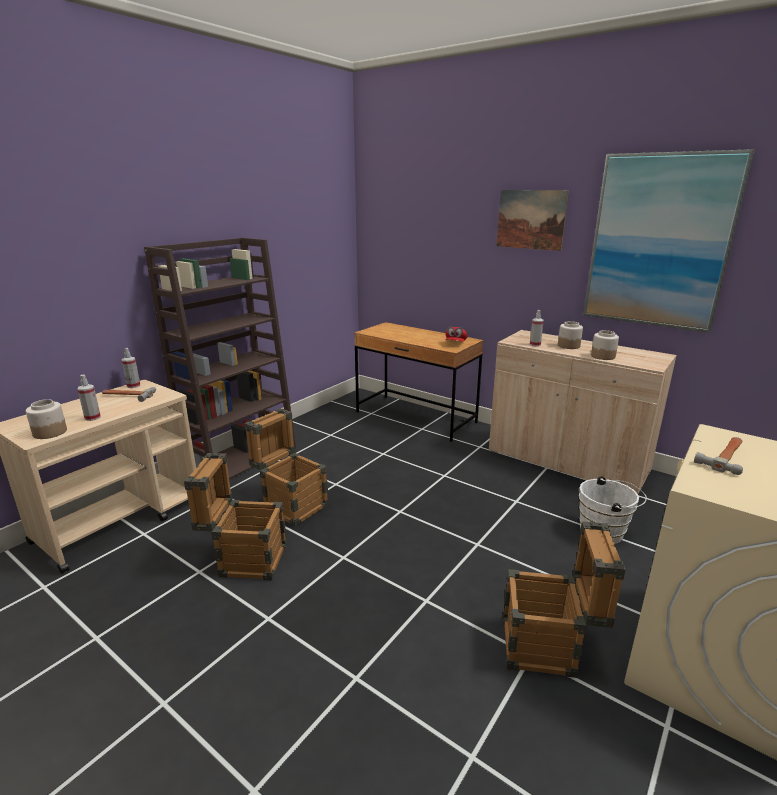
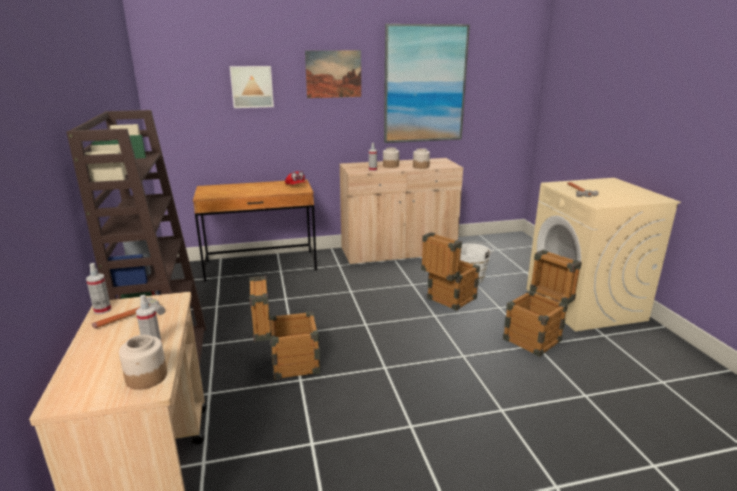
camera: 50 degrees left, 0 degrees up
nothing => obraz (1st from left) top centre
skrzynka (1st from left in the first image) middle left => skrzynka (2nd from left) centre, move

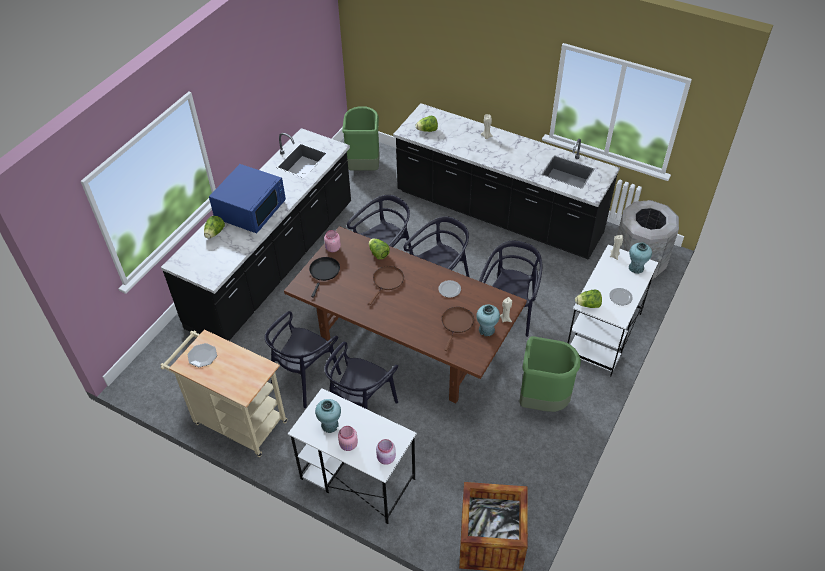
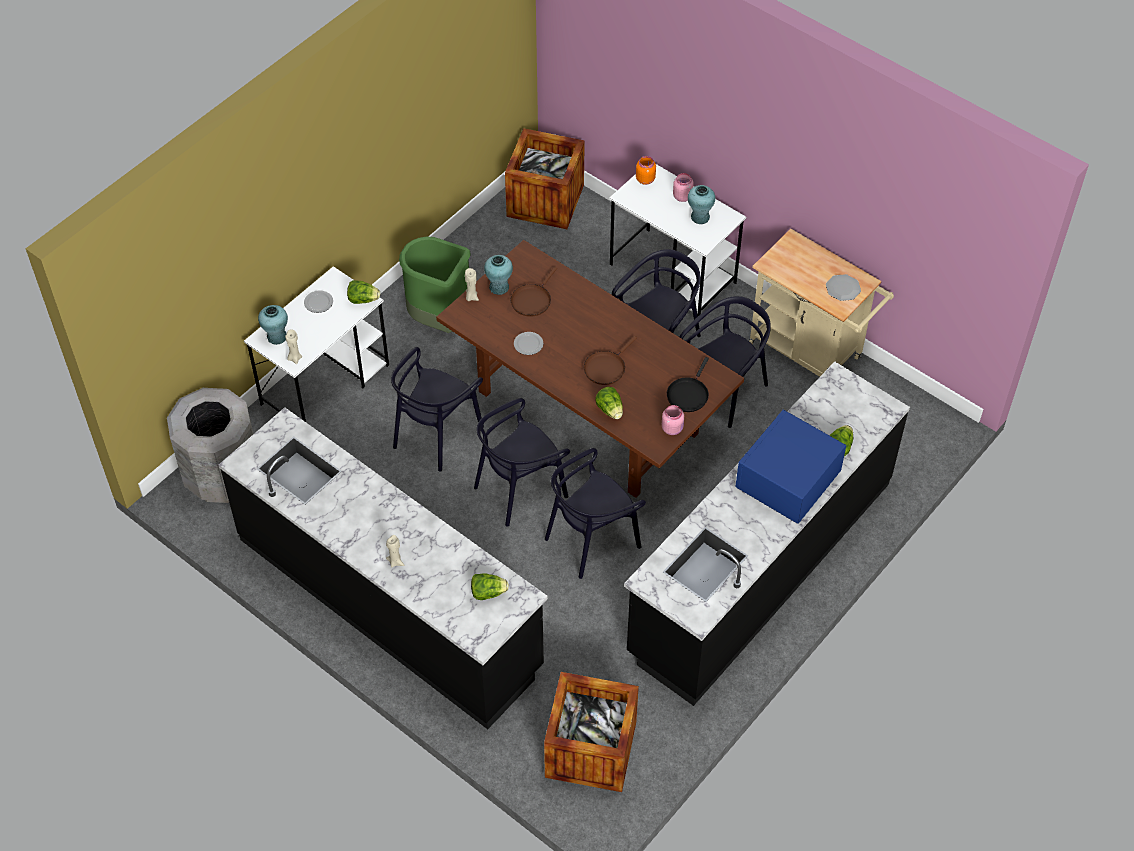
camera: 170 degrees left, 5 degrees up
kosz na śmieci (zielony) (1st from left) top centre => skrzynka (2nd from left) bottom centre
słoik (różowy) (3rd from left) bottom centre => słoik (pomarańczowy) top centre

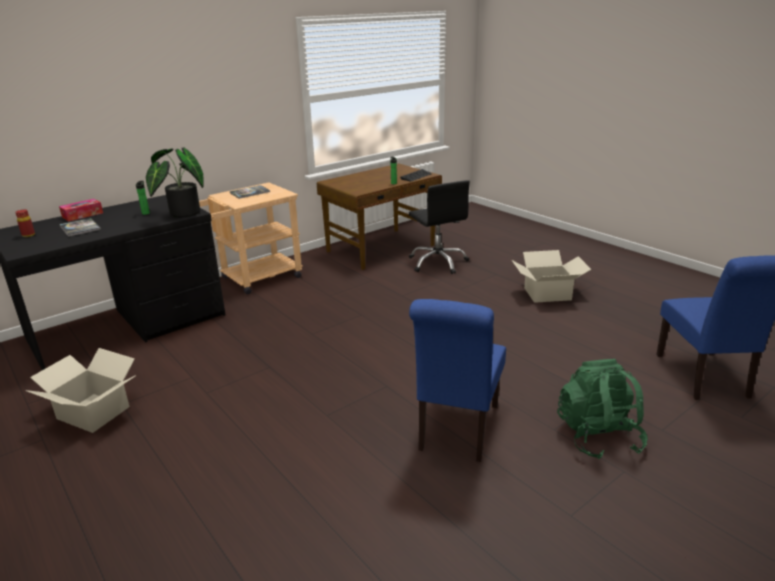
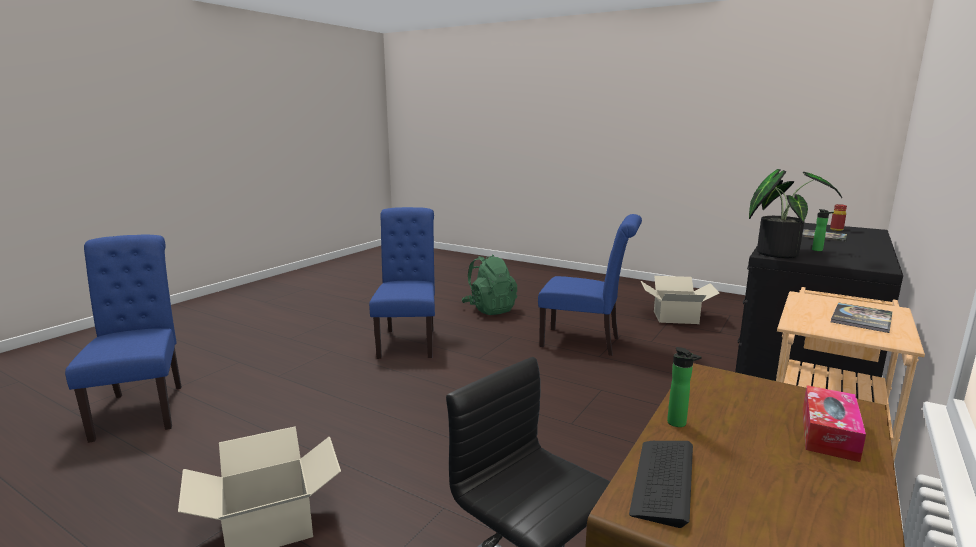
camera: 160 degrees right, 10 degrees down
plecak (zielony) bottom right => plecak (zielony) centre, move
nothing => krzesło (niebieski) (3rd from left) centre
pudełko chusteczek middle left => pudełko chusteczek bottom right, move

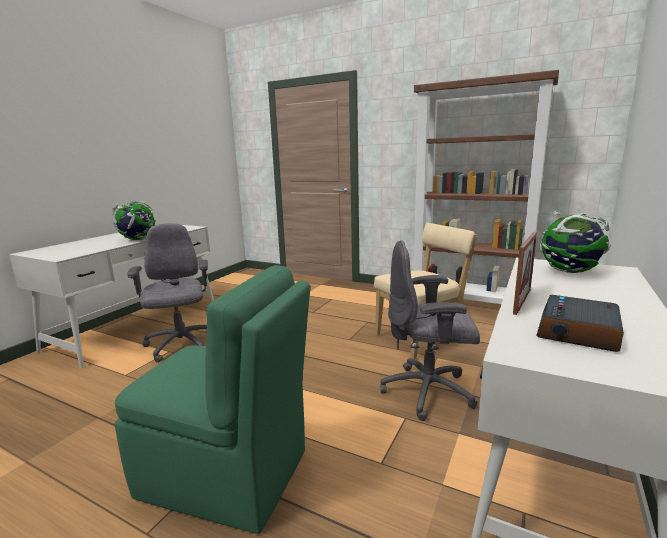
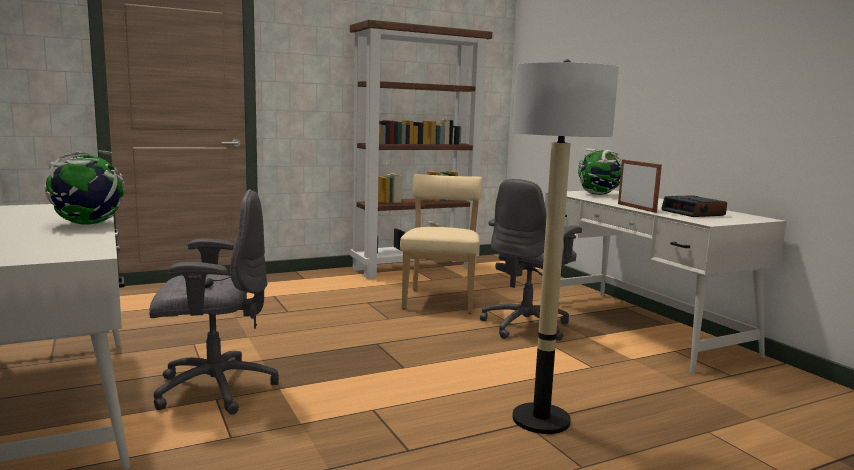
camera: 55 degrees left, 5 degrees down
krzesło biurowe (szary) (1st from left) middle left, 150 degrees clockwise
krzesło (zielony) bottom left => lampa stojąca centre

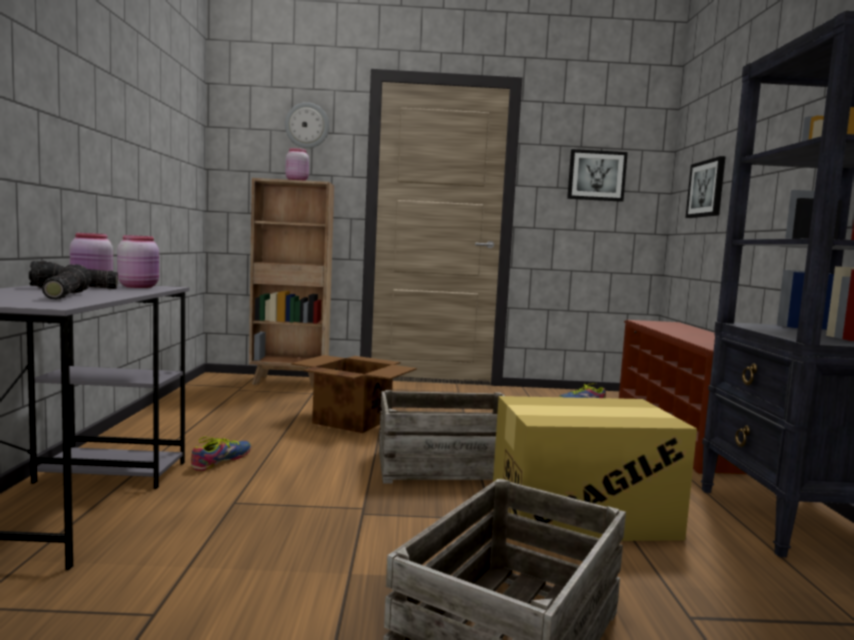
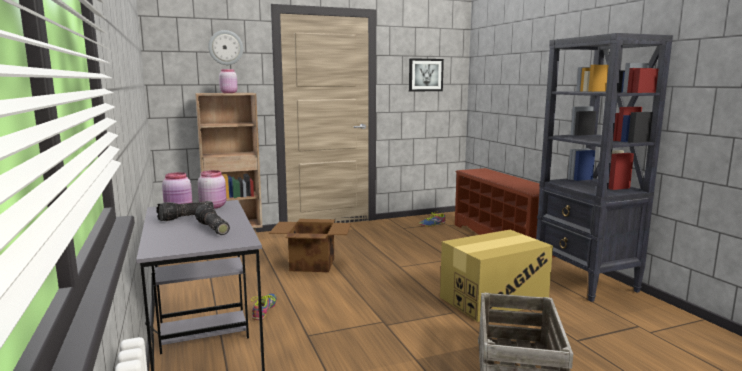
camera: 20 degrees left, 5 degrees up
skrzynka (1st from left) bottom centre => nothing
obraz (2nd from left) top right => nothing

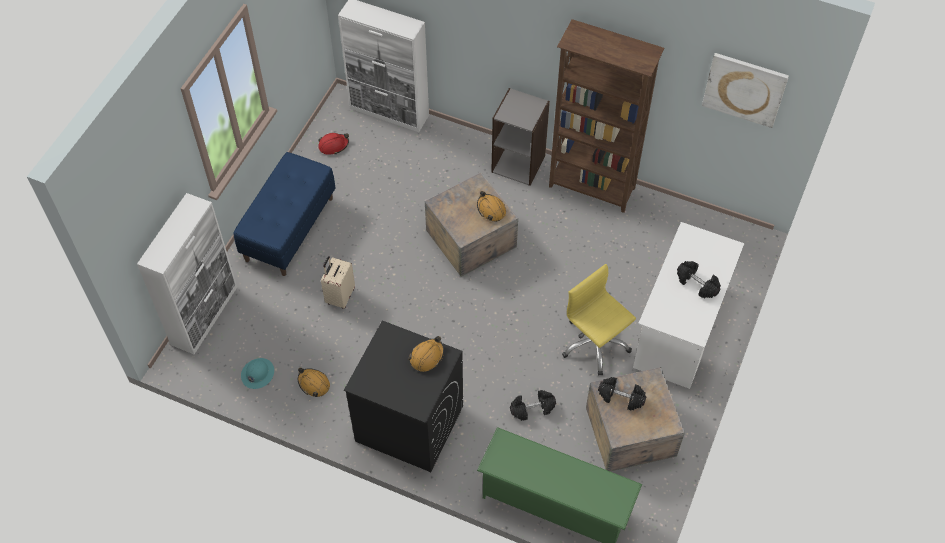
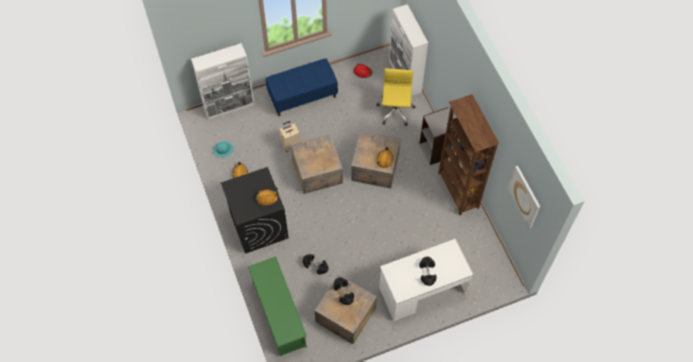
camera: 45 degrees right, 5 degrees up
nothing => skrzynka (1st from left) centre
krzesło biurowe (żółty) centre => krzesło biurowe (żółty) top centre, move

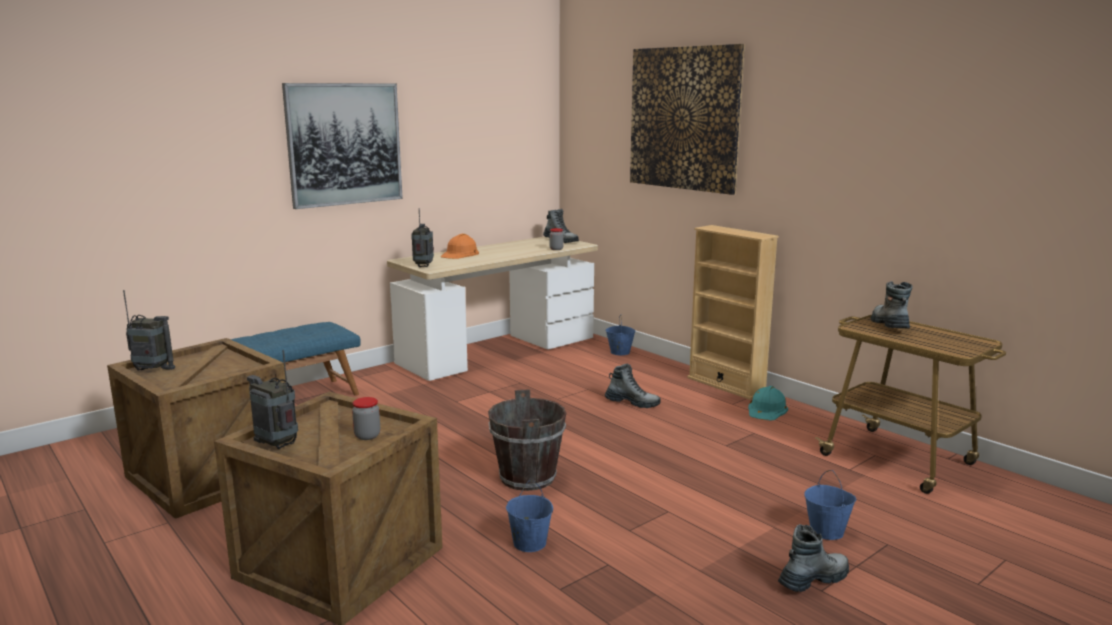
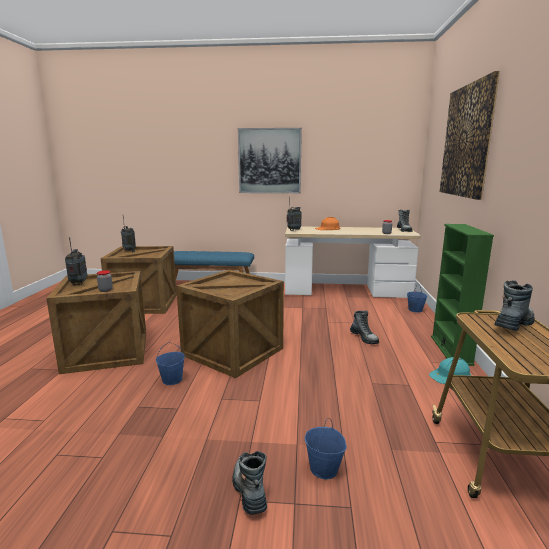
camera: 45 degrees right, 0 degrees up
wiadro (brązowy) bottom centre => skrzynka (3rd from left) centre
but z cholewką (3rd from left in the first image) bottom right => but z cholewką (1st from left) bottom centre, 120 degrees counterclockwise
regał (beżowy) centre => regał (zielony) middle right

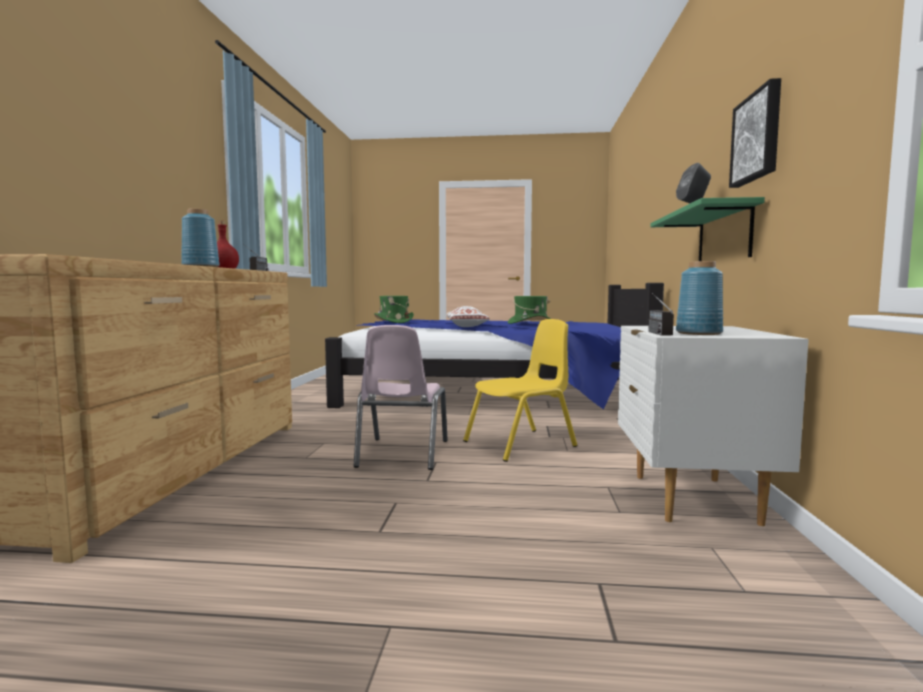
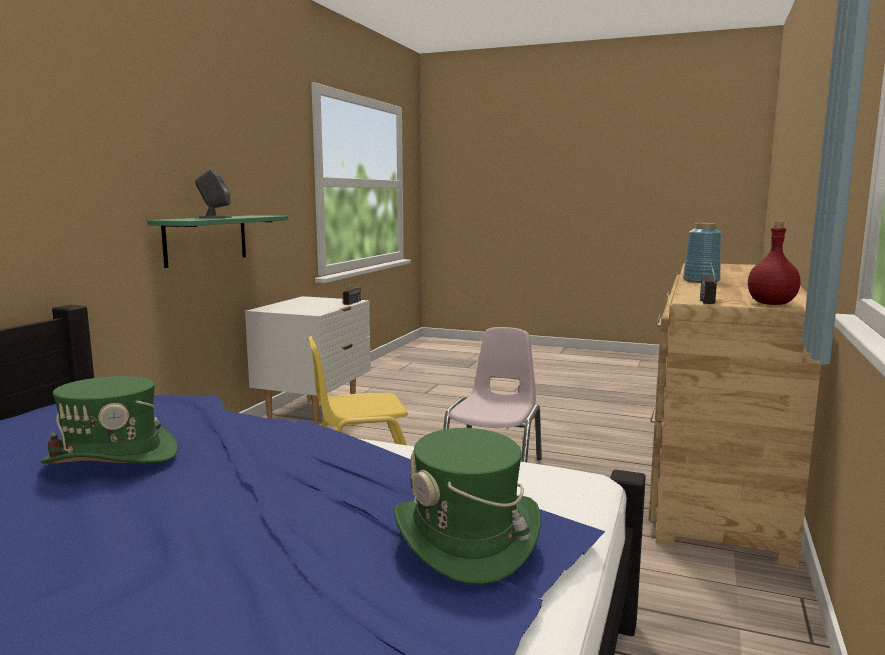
camera: 165 degrees left, 5 degrees up
poduszka (biały) centre => nothing
wazon (niebieski) (2nd from left) middle right => nothing
obraz top right => nothing

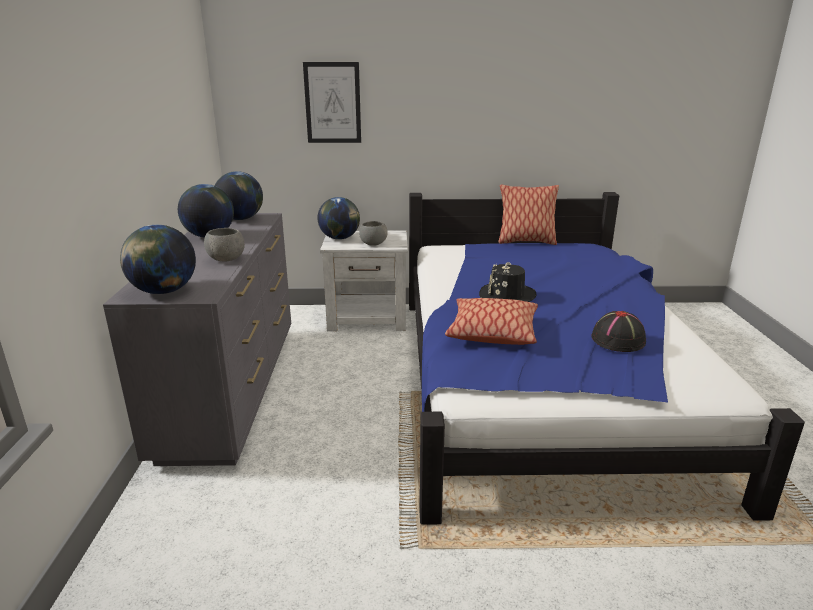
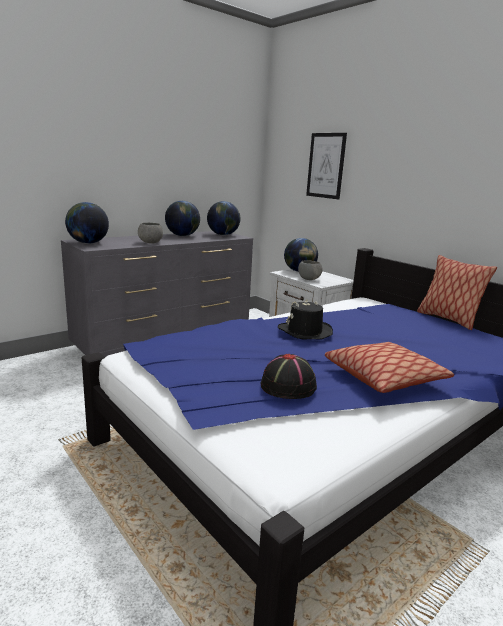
camera: 50 degrees right, 5 degrees down
poduszka (1st from left) centre => poduszka (1st from left) middle right, move

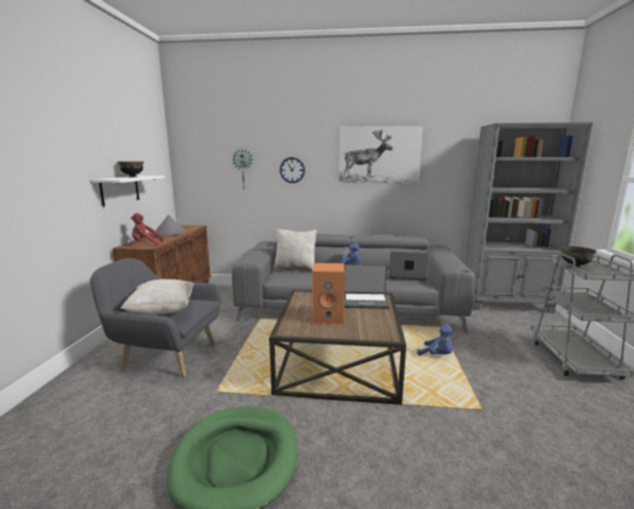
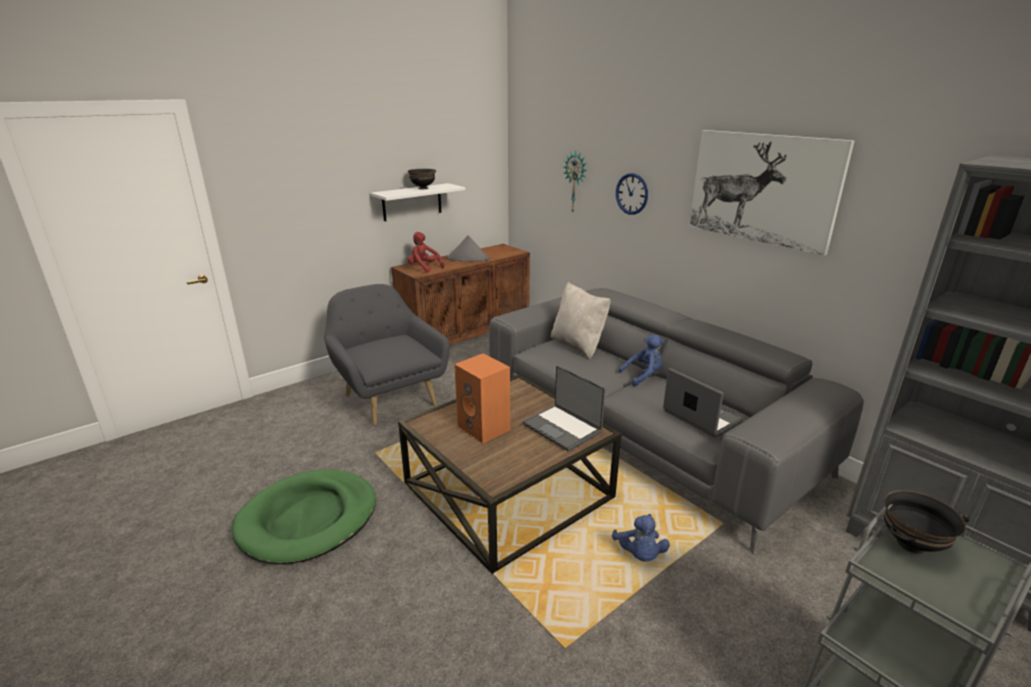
camera: 45 degrees right, 10 degrees up
poduszka (beżowy) (1st from left) middle left => nothing

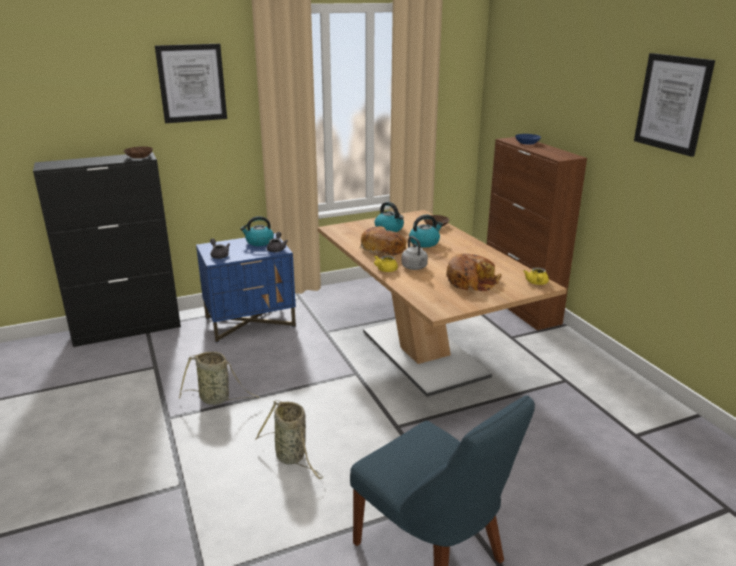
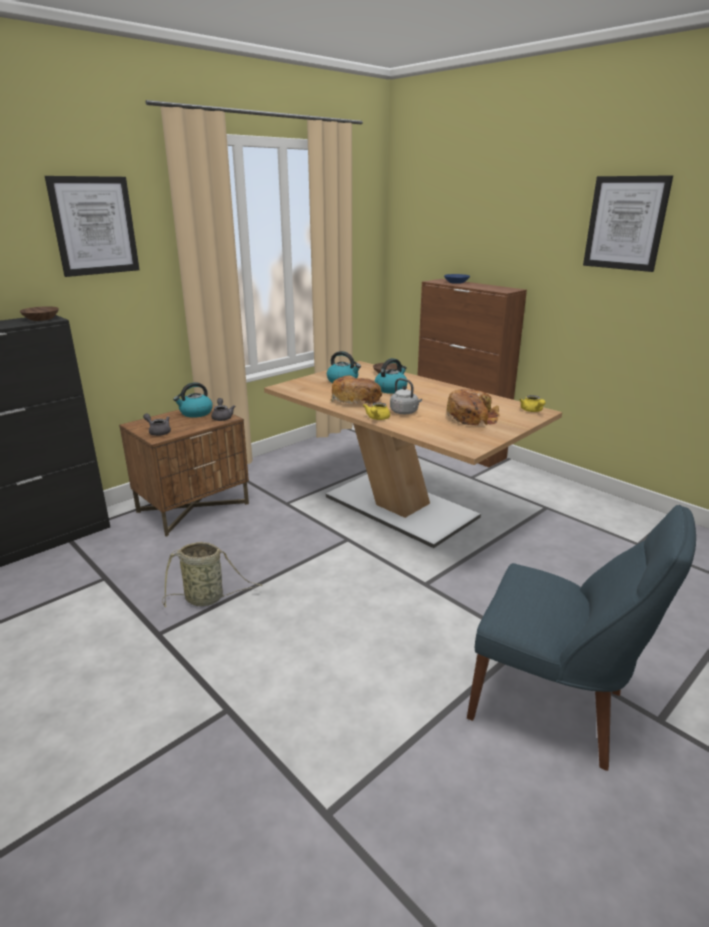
camera: 20 degrees left, 0 degrees up
szafka nocna (niebieski) centre => szafka nocna (brązowy) middle left
koszyk (2nd from left) bottom centre => nothing

